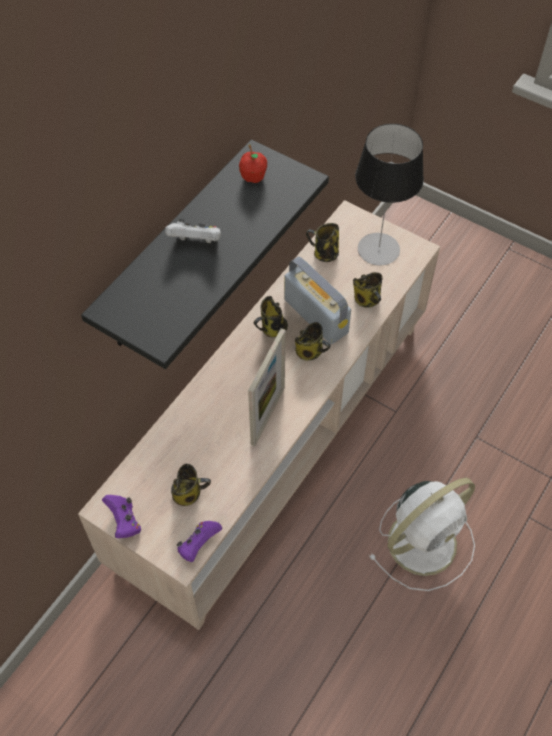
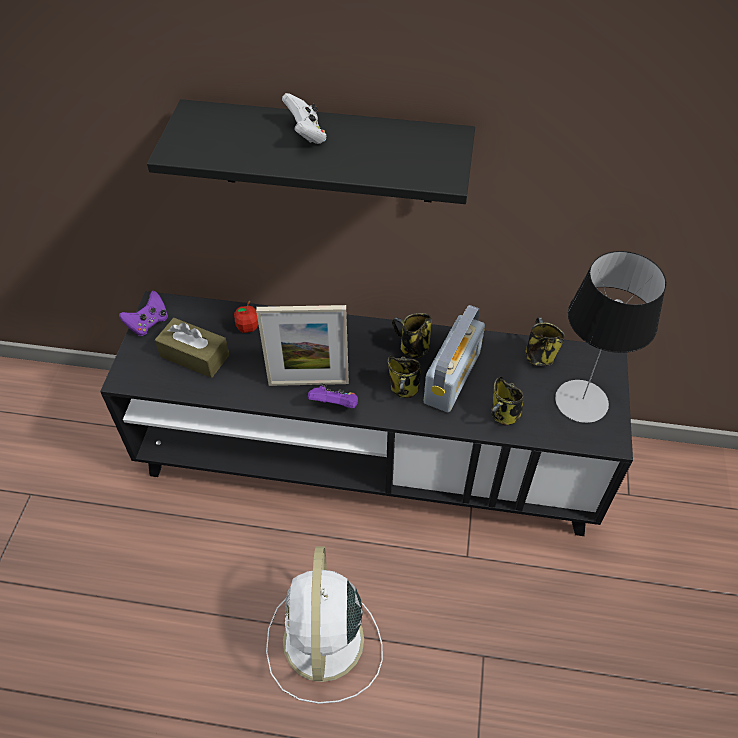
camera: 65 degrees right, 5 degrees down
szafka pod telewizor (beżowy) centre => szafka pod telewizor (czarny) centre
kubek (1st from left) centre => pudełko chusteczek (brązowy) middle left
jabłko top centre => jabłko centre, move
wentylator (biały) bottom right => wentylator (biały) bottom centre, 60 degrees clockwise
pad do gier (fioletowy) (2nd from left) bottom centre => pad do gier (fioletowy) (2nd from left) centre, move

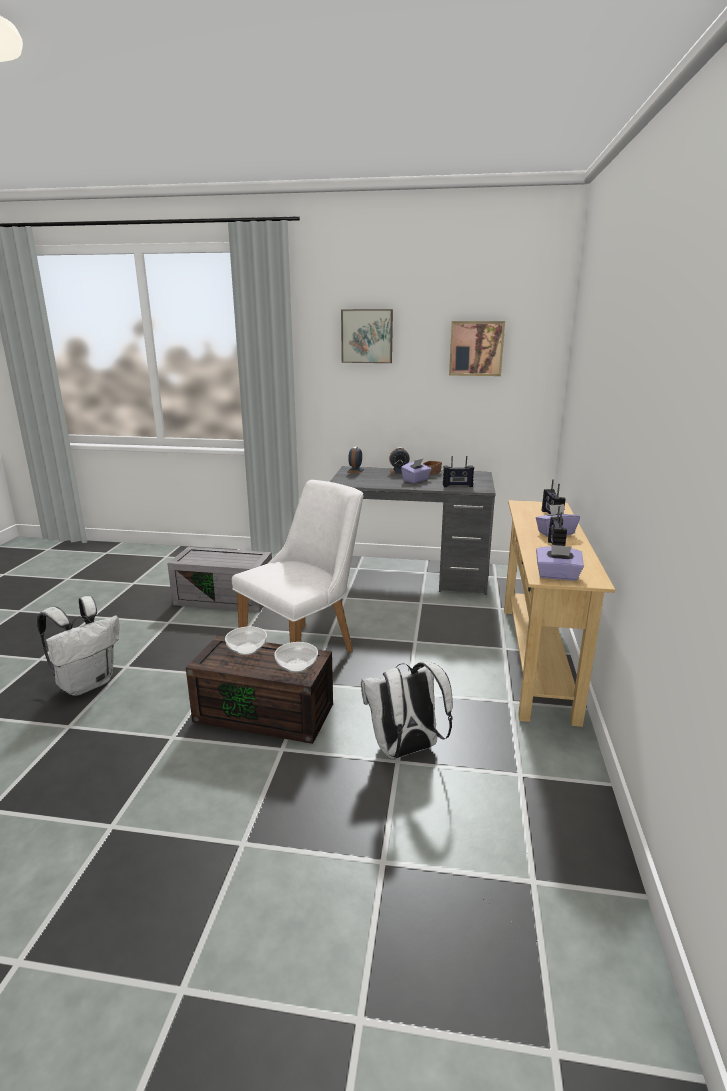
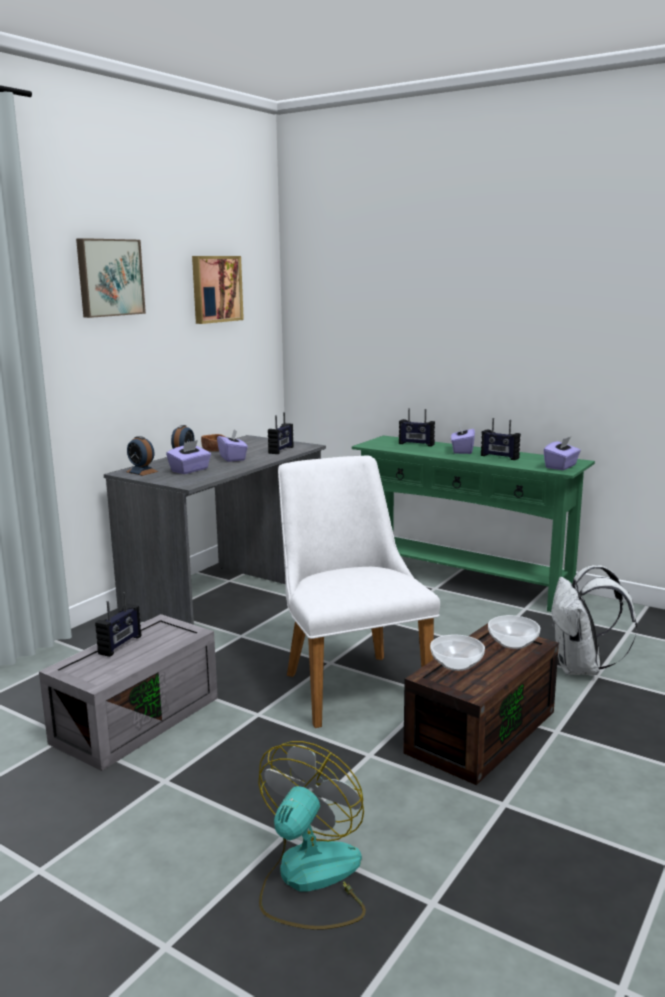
camera: 65 degrees left, 5 degrees down
nothing => radio (1st from left) middle left
nothing => pudełko chusteczek (fioletowy) (1st from left) middle left
plecak (biały) (1st from left) middle left => wentylator bottom centre
stolik konsolowy (beżowy) middle right => stolik konsolowy (zielony) middle right

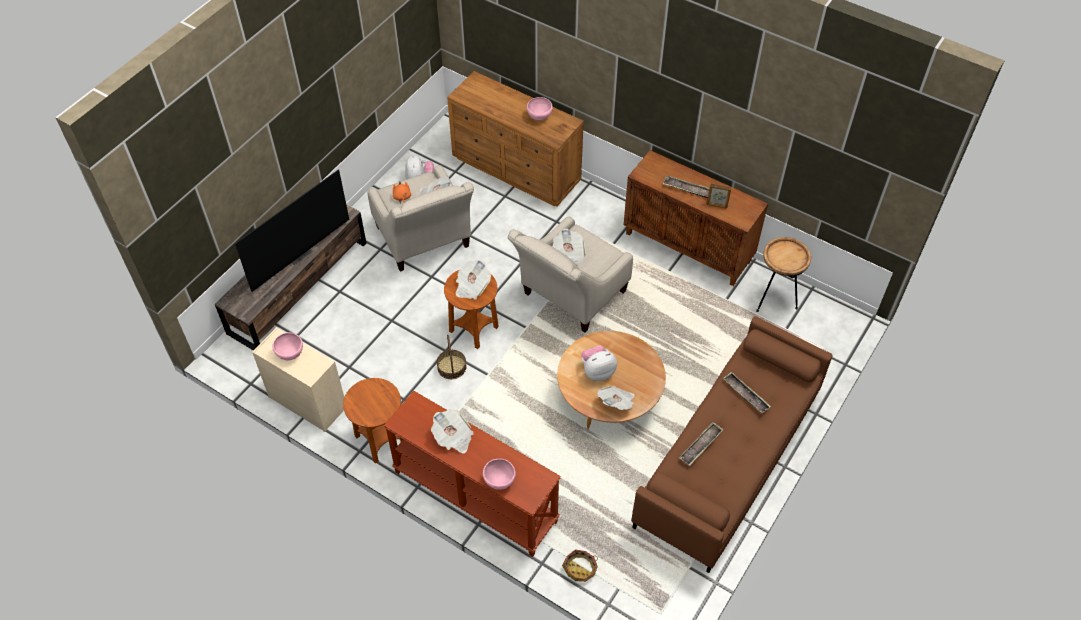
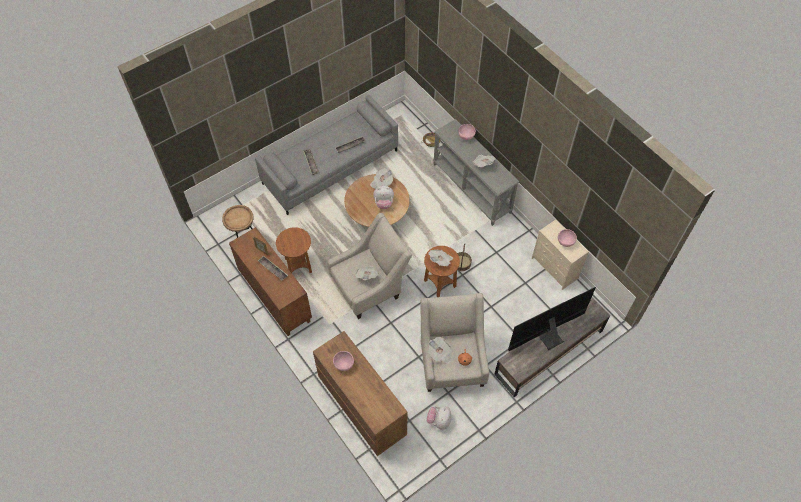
camera: 160 degrees left, 5 degrees up
kanapa (brązowy) bottom right => kanapa (szary) top centre
stolik (brązowy) (1st from left in the first image) bottom centre => stolik (brązowy) (2nd from left) centre, move
stolik konsolowy (brązowy) bottom centre => stolik konsolowy (szary) centre

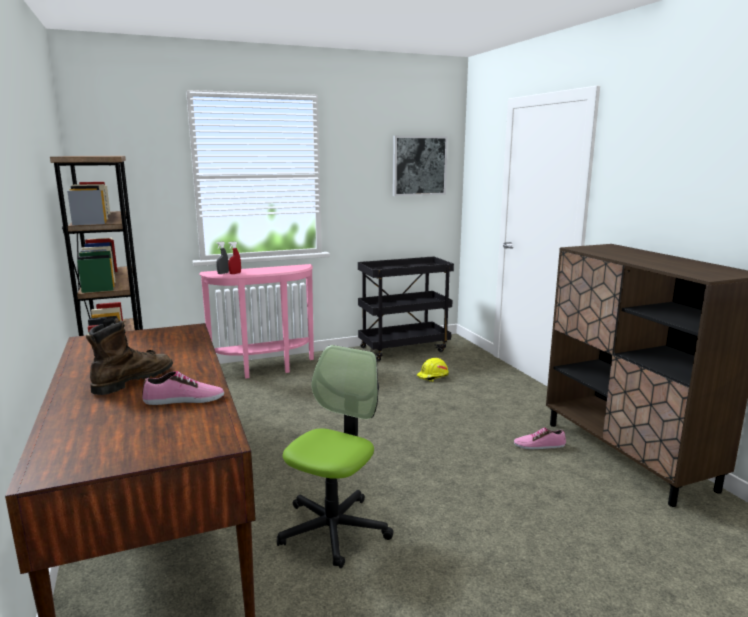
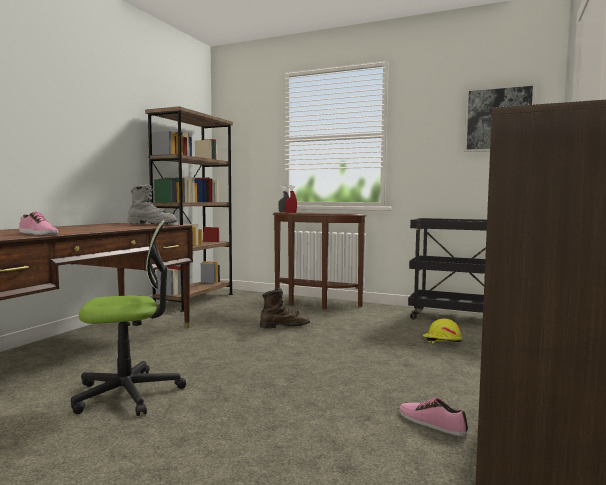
camera: 45 degrees right, 10 degrees down
nothing => but z cholewką (szary) middle left
but z cholewką (brązowy) middle left => but z cholewką (brązowy) centre, move
stolik konsolowy (różowy) centre => stolik konsolowy (brązowy) centre

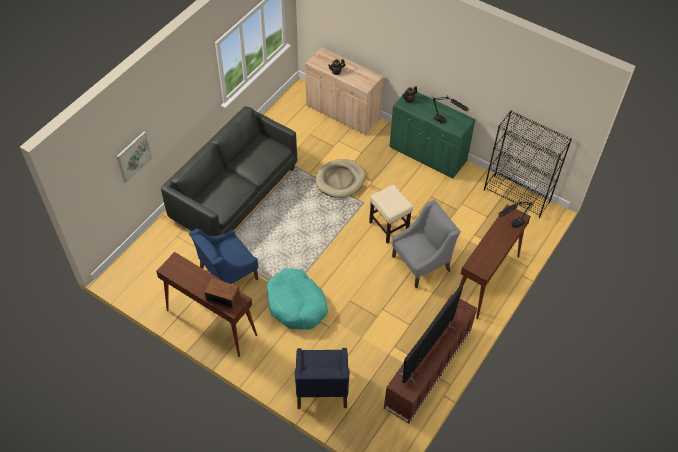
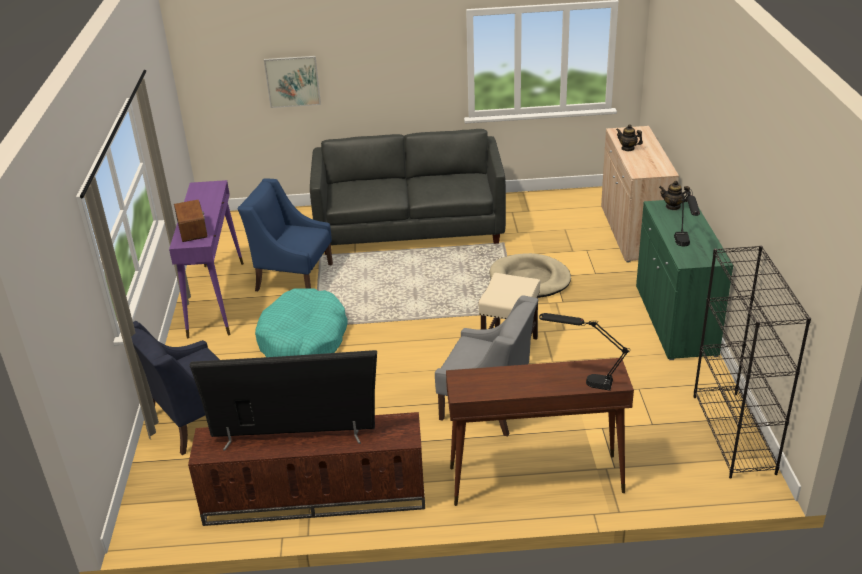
camera: 55 degrees right, 20 degrees down
stolik konsolowy (brązowy) (1st from left) bottom left => stolik konsolowy (fioletowy) middle left

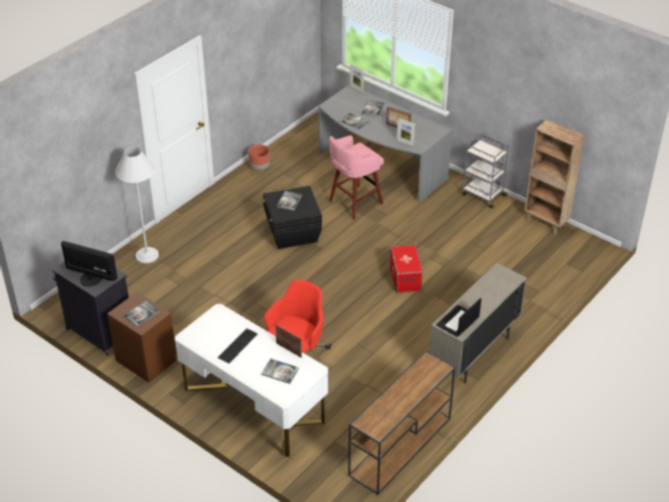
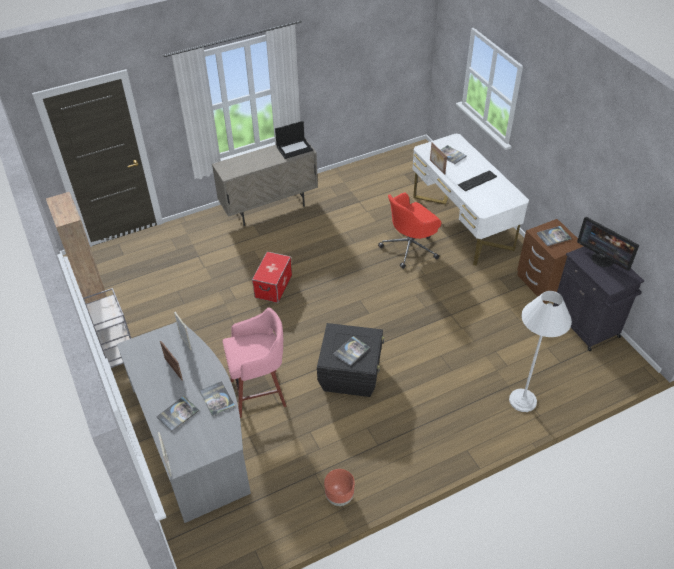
camera: 155 degrees left, 5 degrees up
stolik konsolowy (brązowy) bottom centre => nothing

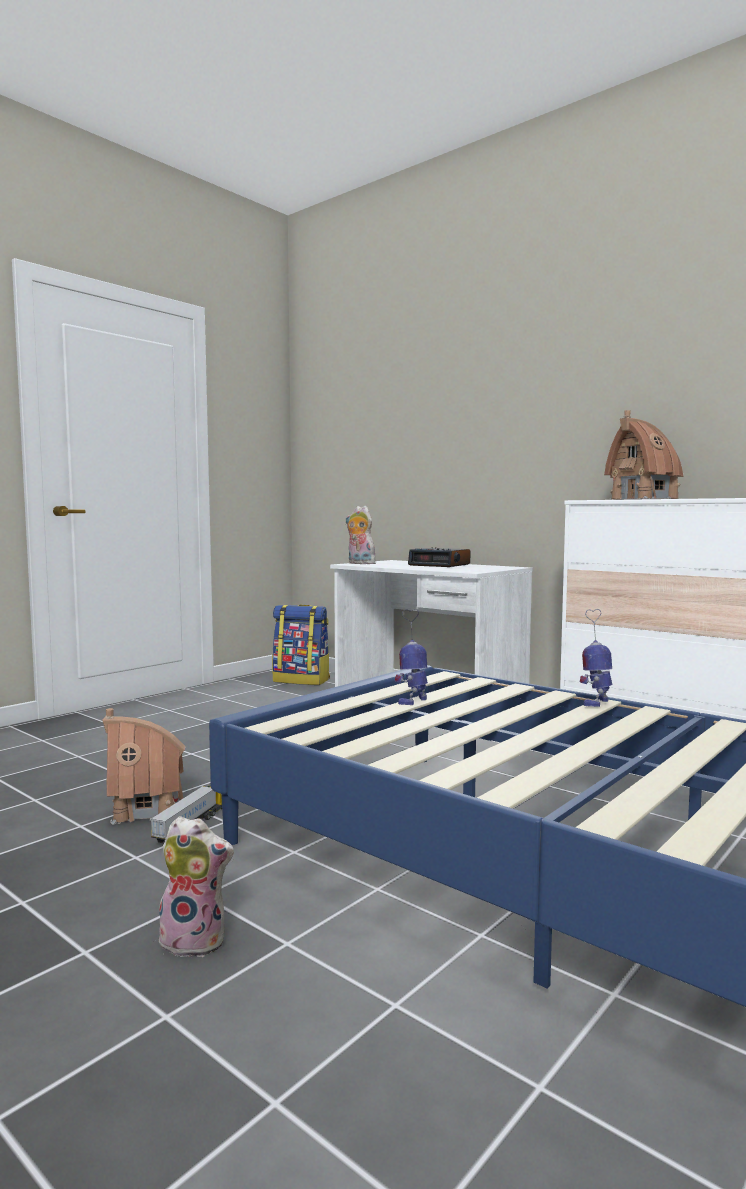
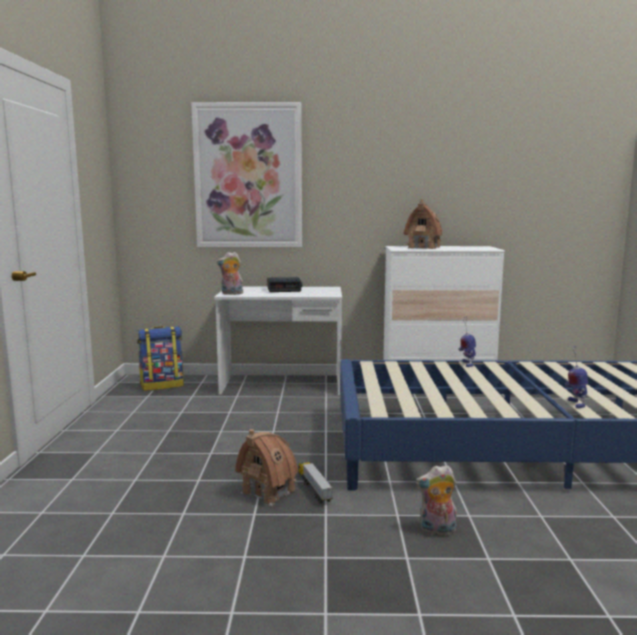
camera: 40 degrees left, 5 degrees up
nothing => obraz top centre
pluszak (1st from left in the first image) bottom left => pluszak (2nd from left) bottom right, 150 degrees counterclockwise
robot zabawkowy (1st from left in the first image) centre => robot zabawkowy (2nd from left) middle right, move

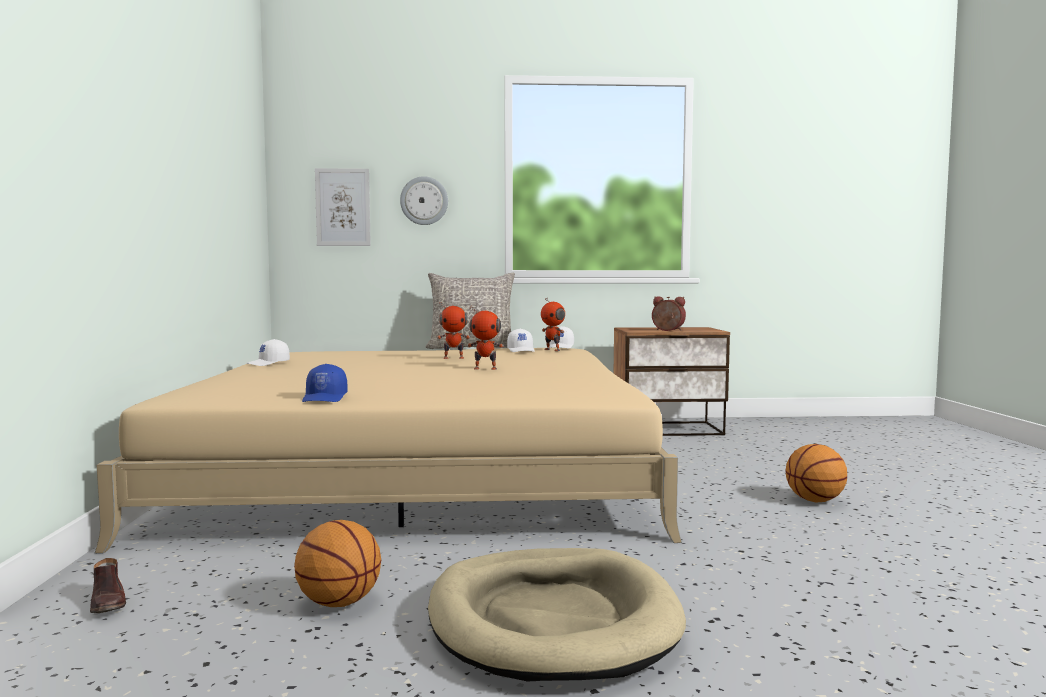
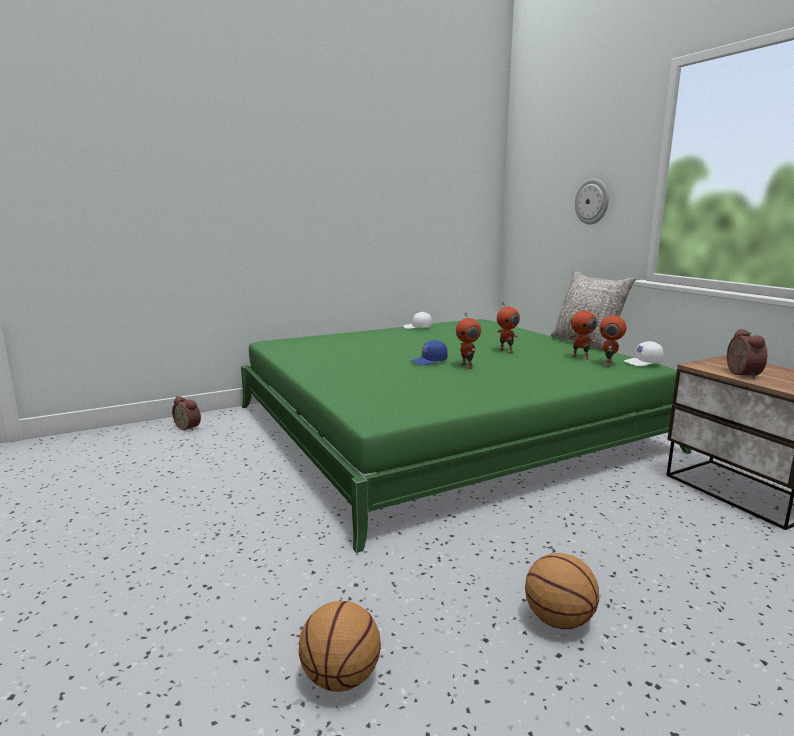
camera: 65 degrees right, 10 degrees up
but (brązowy) bottom left => budzik (1st from left) middle left
łóżko (beżowy) centre => łóżko (zielony) centre
piłka do koszykówki (1st from left) bottom left => piłka do koszykówki (1st from left) bottom centre, move
czapka z daszkiem (niebieski) middle left => czapka z daszkiem (niebieski) centre, move
czapka z daszkiem (biały) (2nd from left) centre => robot zabawkowy (3rd from left) middle right
obraz top left => nothing
legowisko (beżowy) bottom centre => nothing

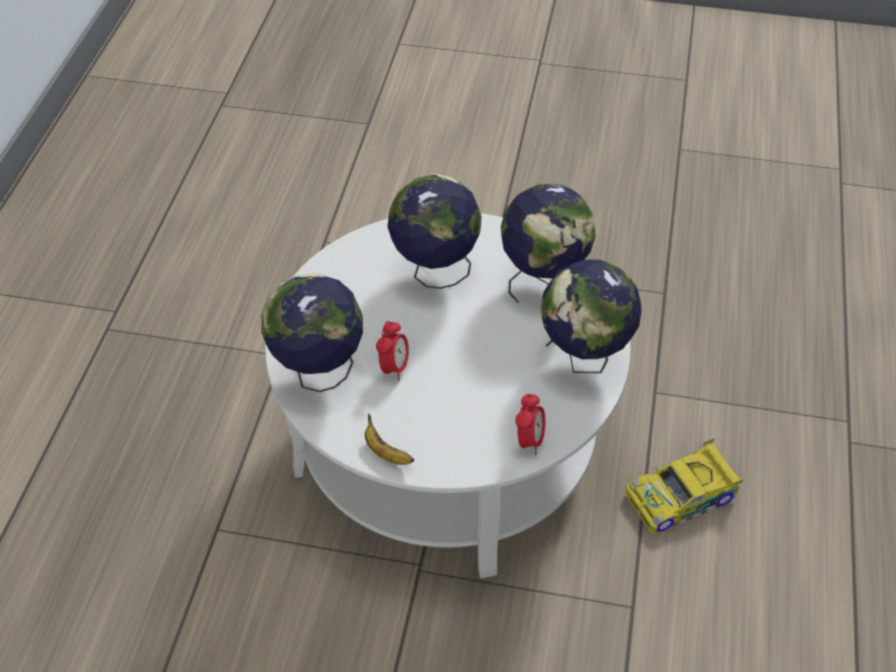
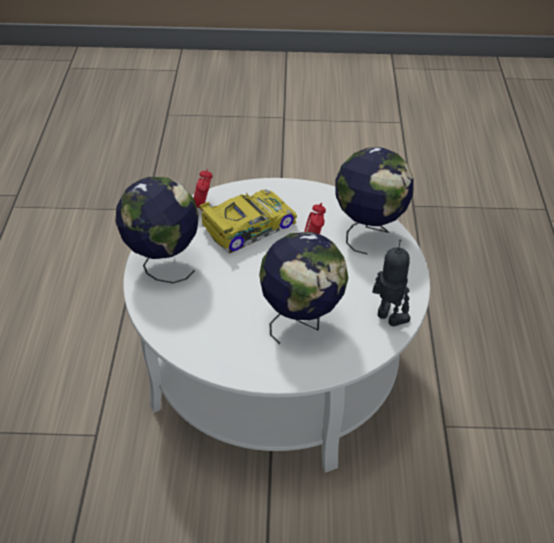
camera: 170 degrees right, 5 degrees down
samochodzik bottom right => samochodzik centre, move
nothing => robot zabawkowy middle right
banan centre => nothing
globus (3rd from left) centre => nothing

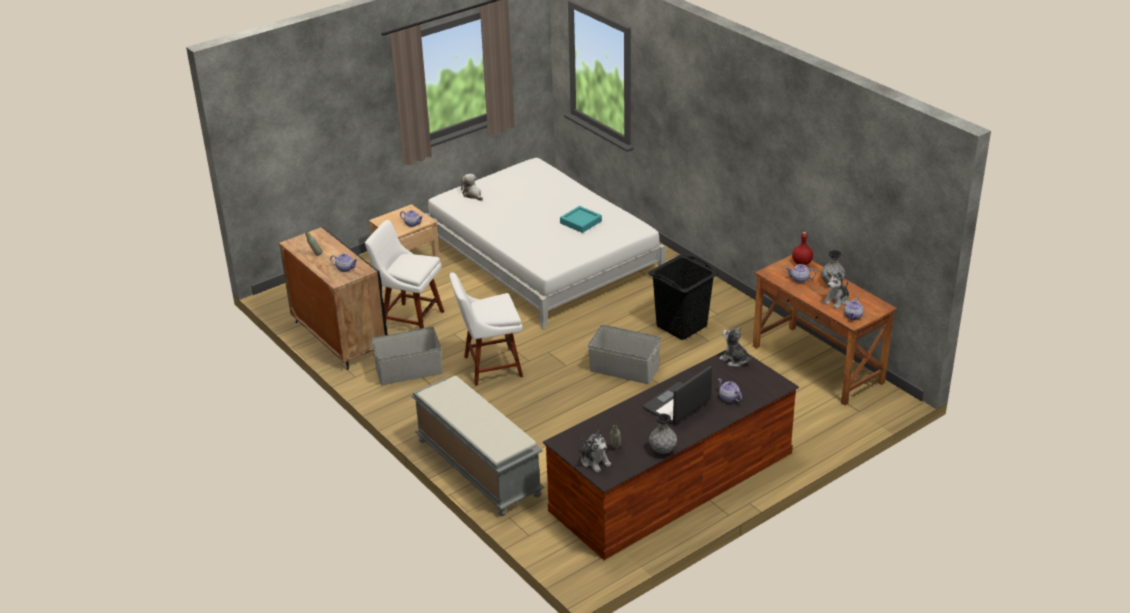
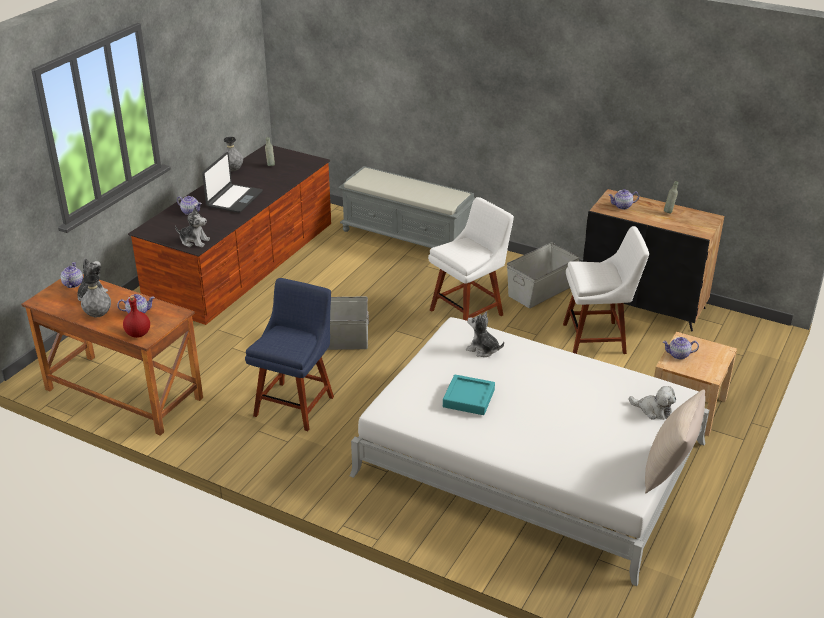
camera: 155 degrees right, 0 degrees up
kosz na pranie (czarny) centre => krzesło (niebieski) centre
pluszak (2nd from left in the first image) bottom centre => pluszak (3rd from left) centre, move
nothing => poduszka (beżowy) bottom right

